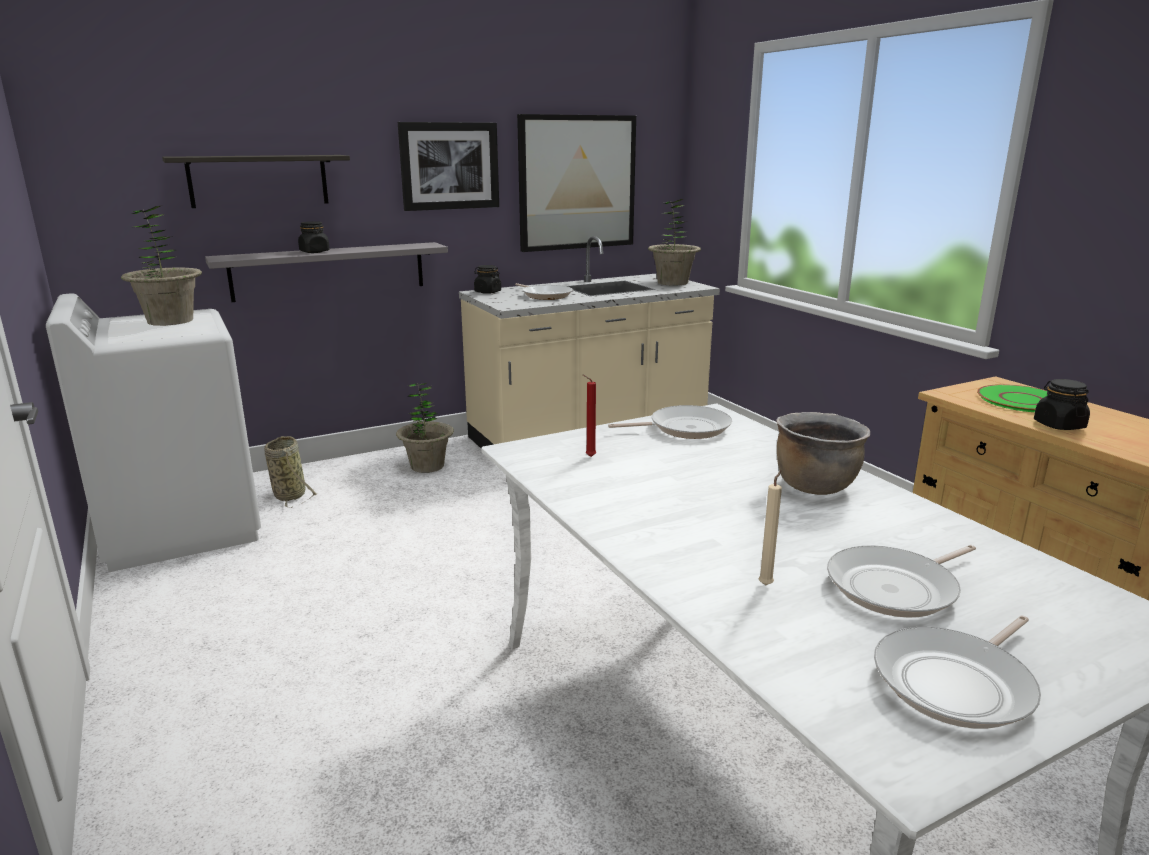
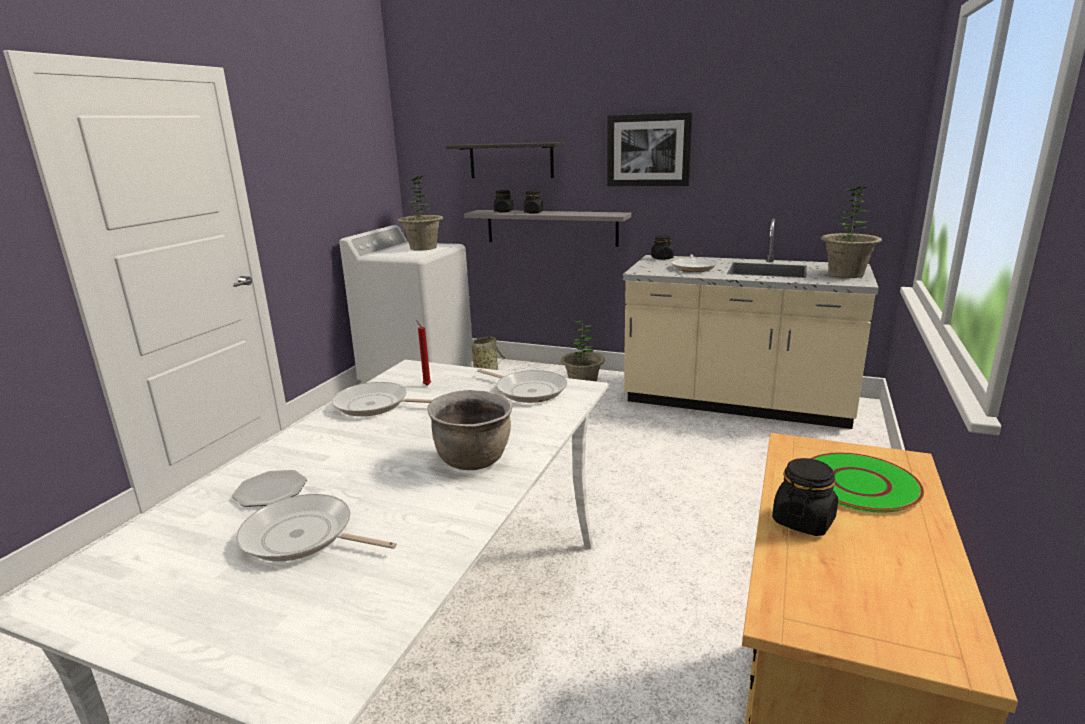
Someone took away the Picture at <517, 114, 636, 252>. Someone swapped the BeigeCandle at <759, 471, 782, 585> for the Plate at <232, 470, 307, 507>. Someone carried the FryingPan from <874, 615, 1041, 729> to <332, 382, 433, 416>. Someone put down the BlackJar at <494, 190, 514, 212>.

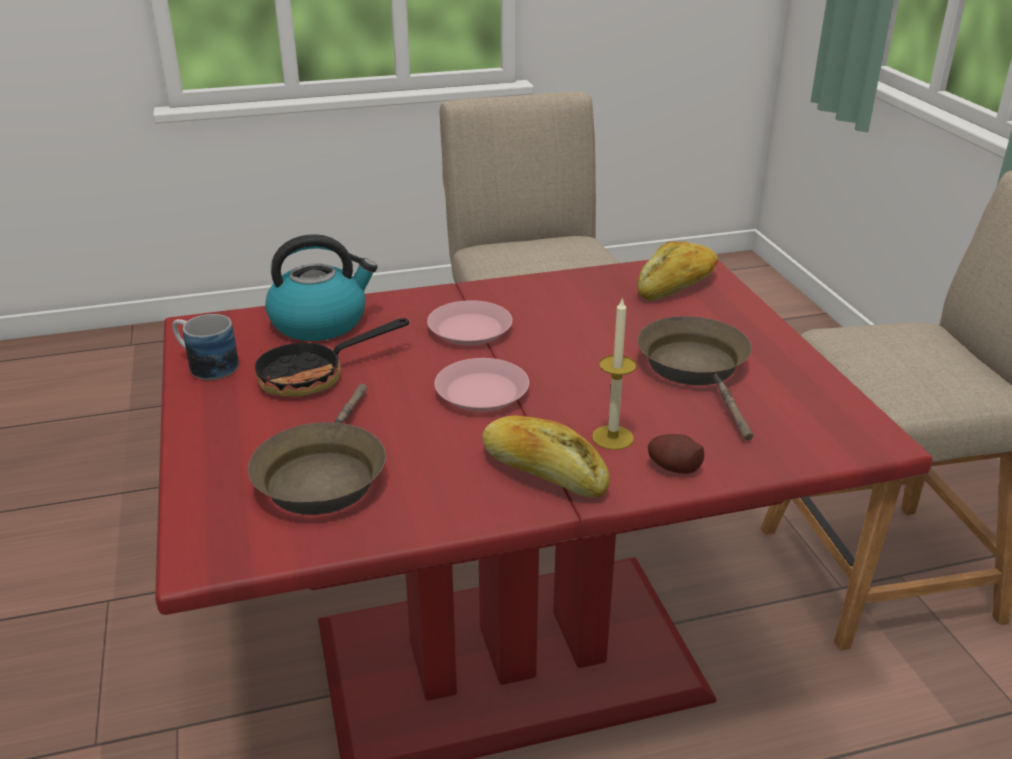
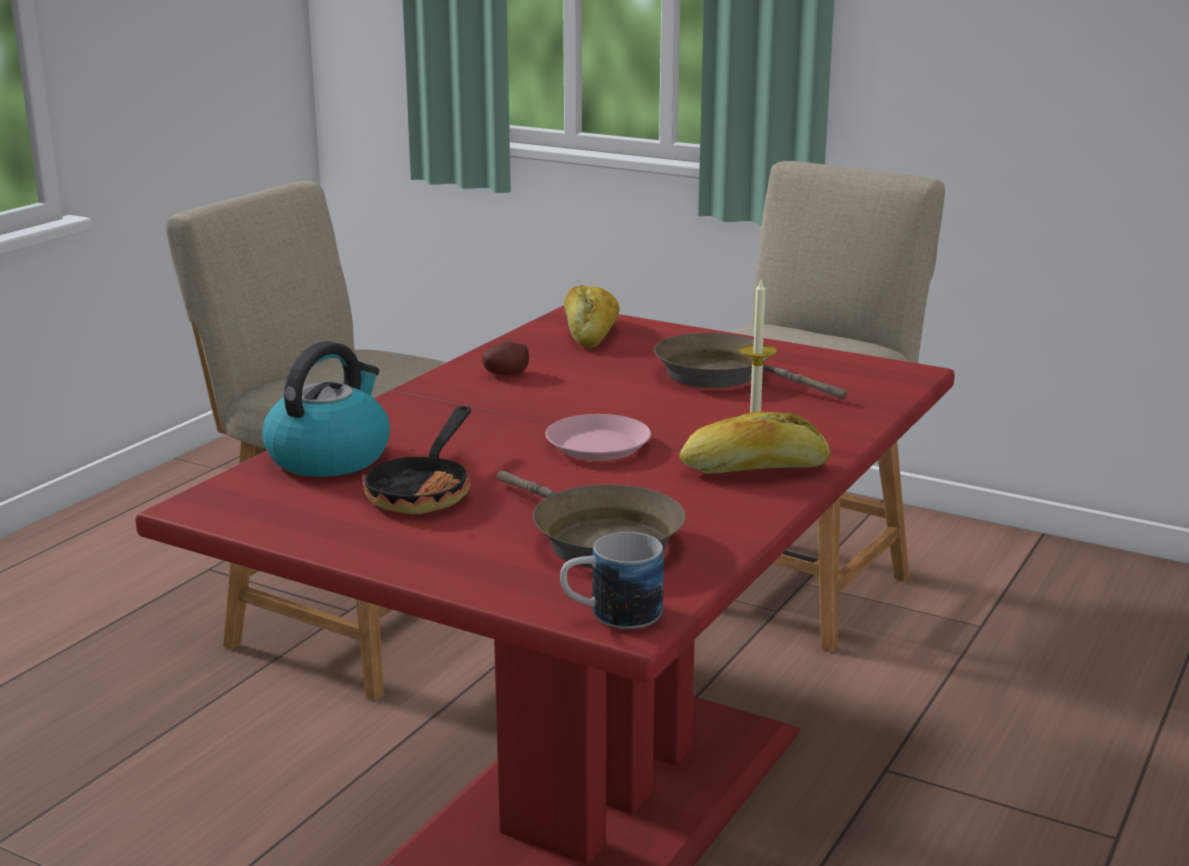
Someone carried the Mug from <172, 314, 239, 380> to <560, 532, 664, 629>. Someone took away the PinkPlate at <427, 300, 513, 345>. Someone carried the Potato from <648, 434, 704, 474> to <482, 341, 529, 375>.

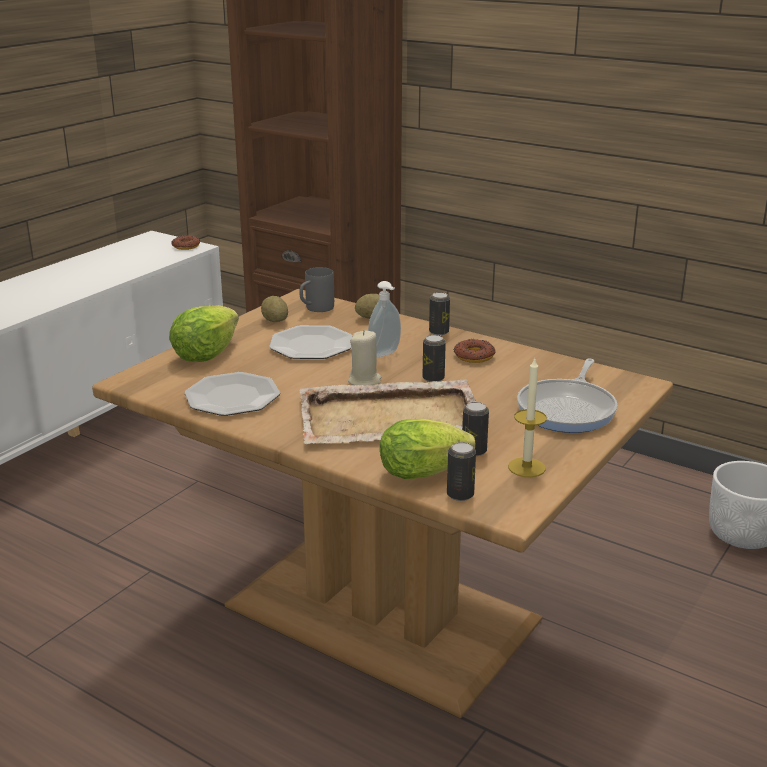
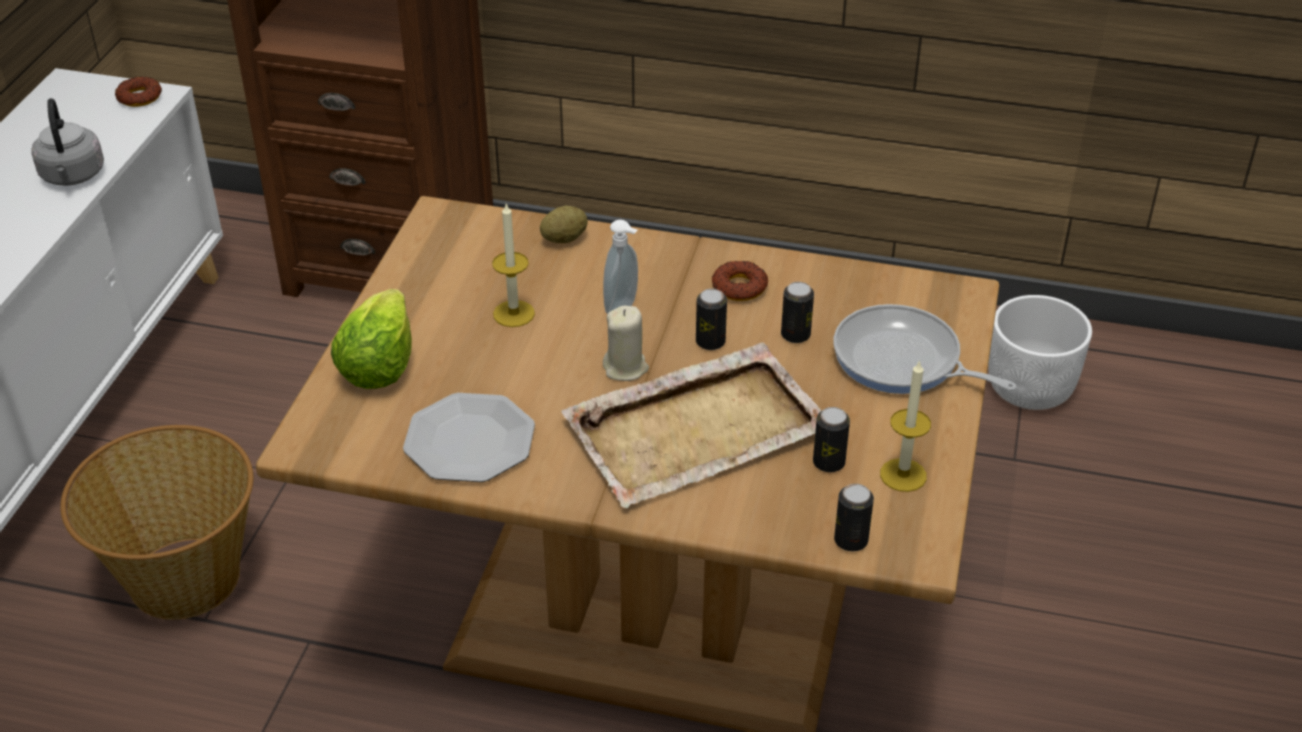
Someone took away the Potato at <261, 296, 288, 322>. Someone swapped the Plate at <269, 325, 353, 359> for the Candle at <492, 204, 535, 327>. Someone took away the GreyMug at <299, 267, 334, 312>. Someone took away the Lettuce at <380, 419, 475, 479>. Someone carried the Can from <429, 292, 450, 335> to <781, 282, 814, 343>. Someone rotated the FryingPan at <517, 359, 617, 433> by 120 degrees clockwise. Someone put down the GreyKettle at <31, 98, 104, 186>. Someone put down the Basket at <60, 425, 253, 620>.

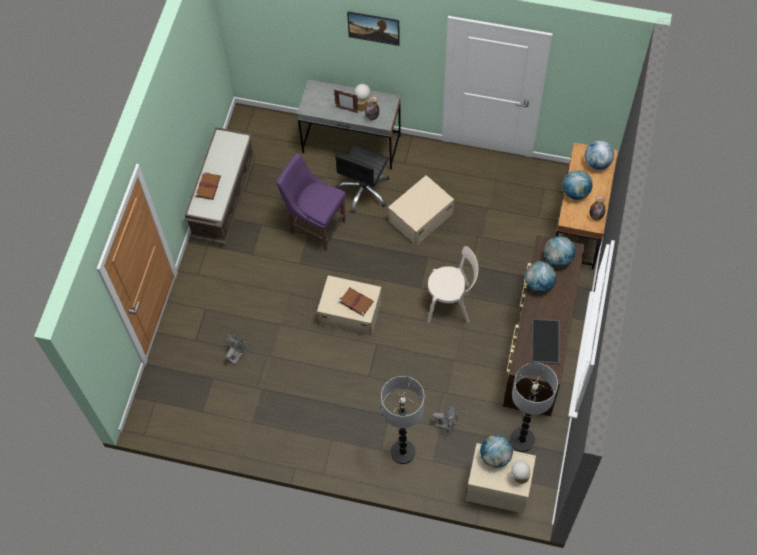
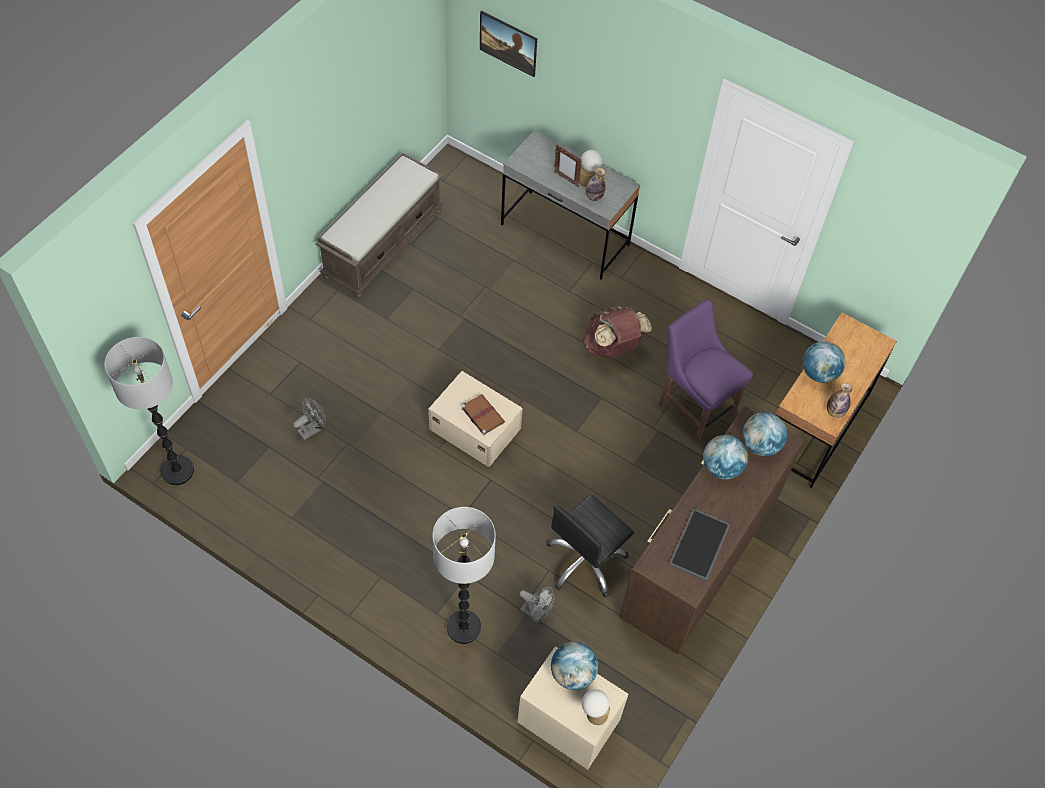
Someone took away the BrownBook at <195, 172, 221, 200>. Someone carried the PurpleChair from <276, 153, 346, 251> to <658, 300, 753, 444>. Someone carried the BlackOfficeChair from <335, 145, 389, 213> to <546, 494, 634, 597>. Someone carried the Picture from <347, 11, 400, 46> to <480, 11, 537, 77>. Someone swapped the BeigeStorageBox at <388, 175, 454, 246> for the BrownBackpack at <583, 306, 652, 358>. Someone took away the BeigeChair at <427, 246, 478, 323>. Someone carried the FloorLamp from <510, 363, 558, 452> to <104, 337, 194, 485>. Someone took away the Globe at <585, 141, 614, 170>.

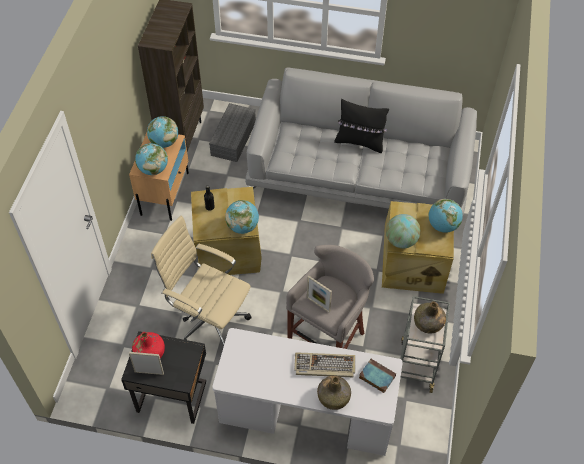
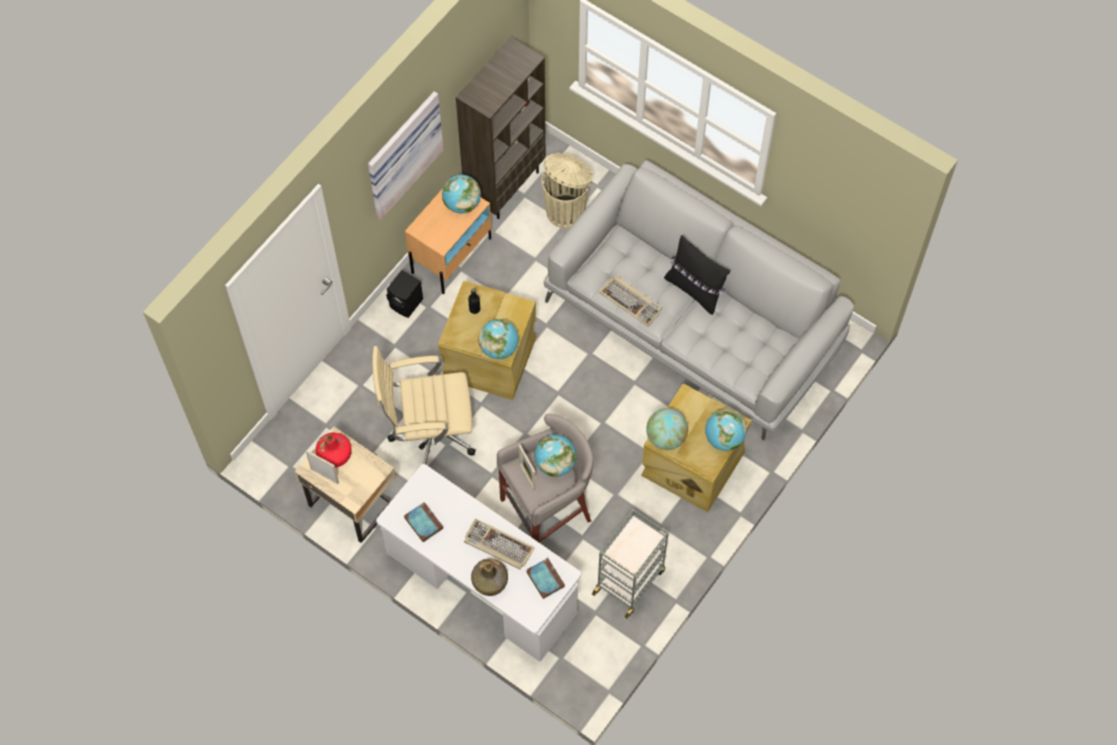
Someone repainted the BlackNightstand at <121, 331, 206, 424>, which became the BeigeNightstand at <295, 426, 396, 543>. Someone carried the Globe from <135, 143, 168, 175> to <534, 435, 577, 477>. Someone rotated the BeigeOfficeChair at <151, 216, 252, 346> by 60 degrees counterclockwise. Someone swapped the GreyStorageBox at <209, 103, 256, 162> for the BeigeTrashCan at <542, 153, 593, 228>. Someone took away the GreenBottle at <414, 301, 446, 333>. Someone put up the Picture at <368, 91, 444, 220>. Someone put down the BlackSpeaker at <386, 270, 423, 318>. Someone put down the Book at <404, 502, 443, 542>. Someone put down the Keyboard at <599, 275, 662, 327>.

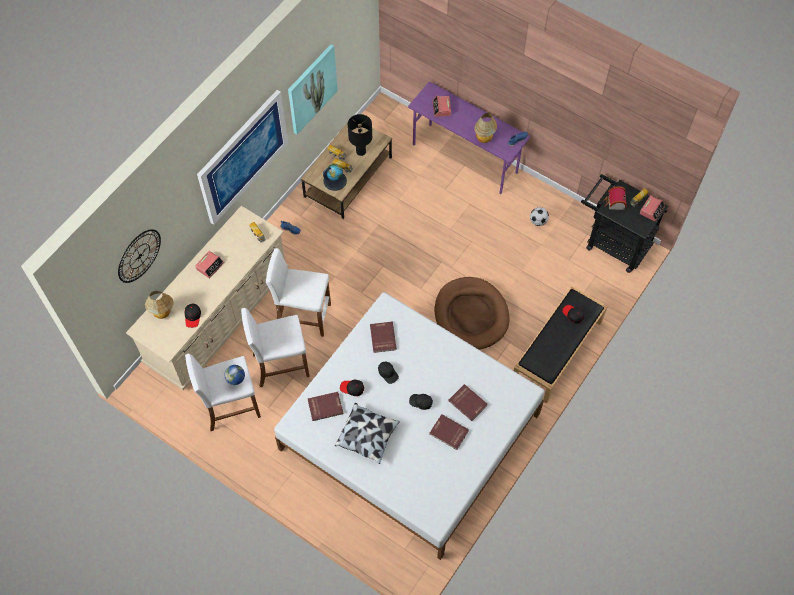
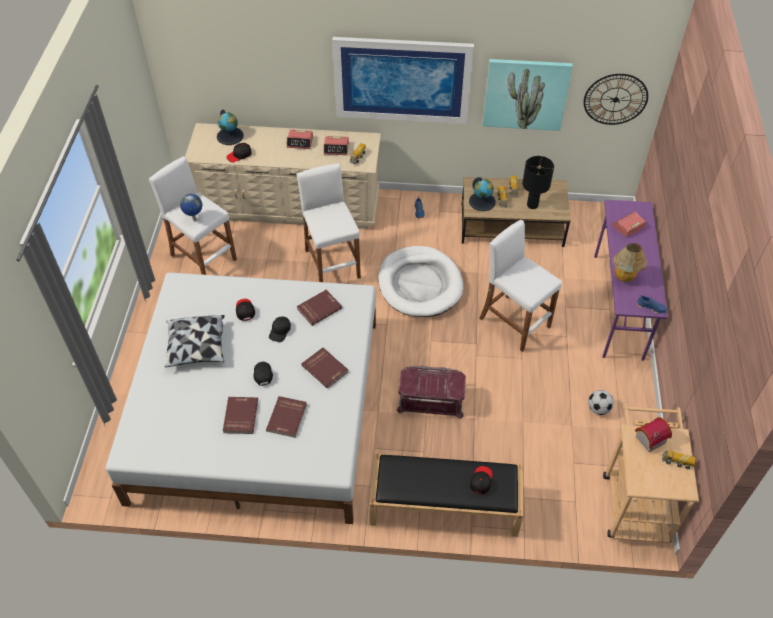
Someone carried the WallClock from <118, 229, 161, 283> to <584, 74, 648, 125>. Someone swapped the TableLamp at <145, 291, 174, 319> for the Globe at <217, 109, 244, 145>. Someone carried the WhiteStool from <241, 308, 310, 387> to <479, 220, 562, 352>. Someone carried the RedBook from <308, 392, 344, 421> to <301, 347, 348, 389>. Someone swapped the BrownDogBed at <434, 277, 510, 350> for the RedStorageBox at <397, 366, 466, 419>. Someone repainted the BlackCart at <581, 174, 668, 273>, which became the BeigeCart at <603, 404, 699, 543>. Someone carried the AlarmClock from <640, 195, 665, 222> to <324, 136, 349, 155>. Someone put down the WhiteDogBed at <378, 246, 463, 317>.

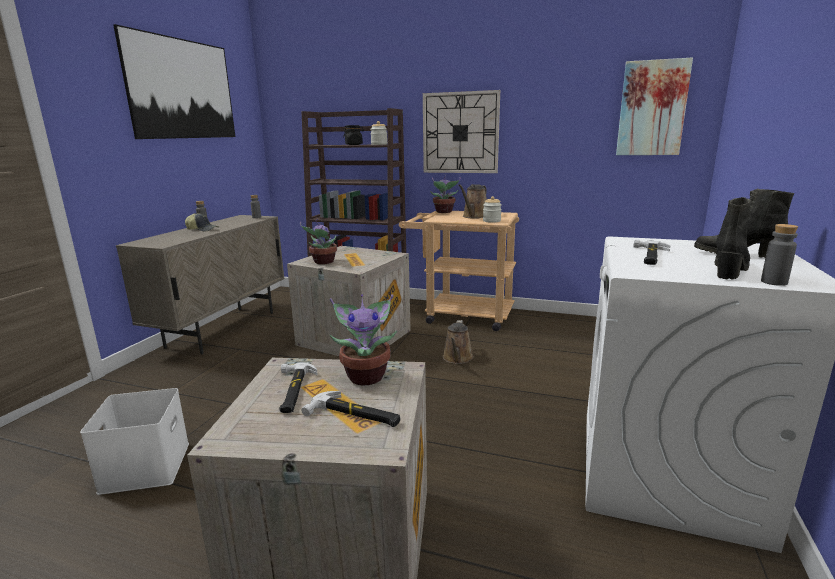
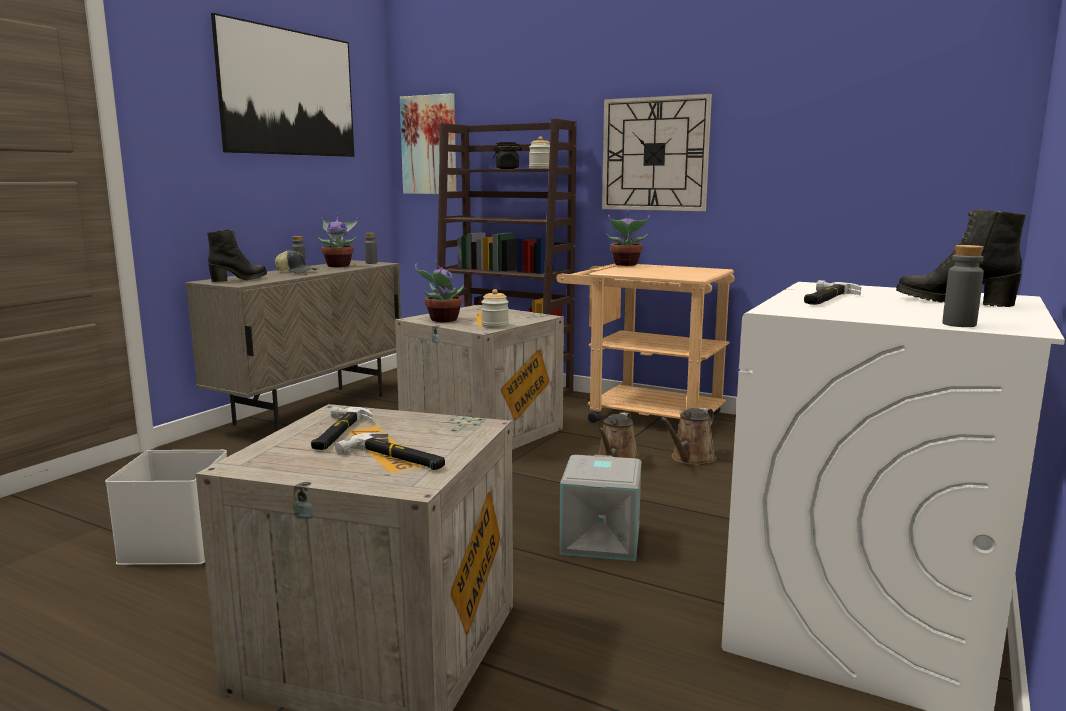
Someone carried the PottedPlant from <330, 294, 397, 386> to <317, 213, 359, 267>. Someone carried the BrownWateringCan from <458, 184, 487, 219> to <661, 408, 716, 465>. Someone carried the Jar from <483, 196, 502, 223> to <481, 289, 509, 328>. Someone carried the Picture from <616, 57, 693, 155> to <400, 93, 456, 194>. Someone carried the BlackBoot from <715, 197, 751, 279> to <207, 230, 267, 282>. Someone put down the GreyStorageBox at <559, 455, 641, 561>.

